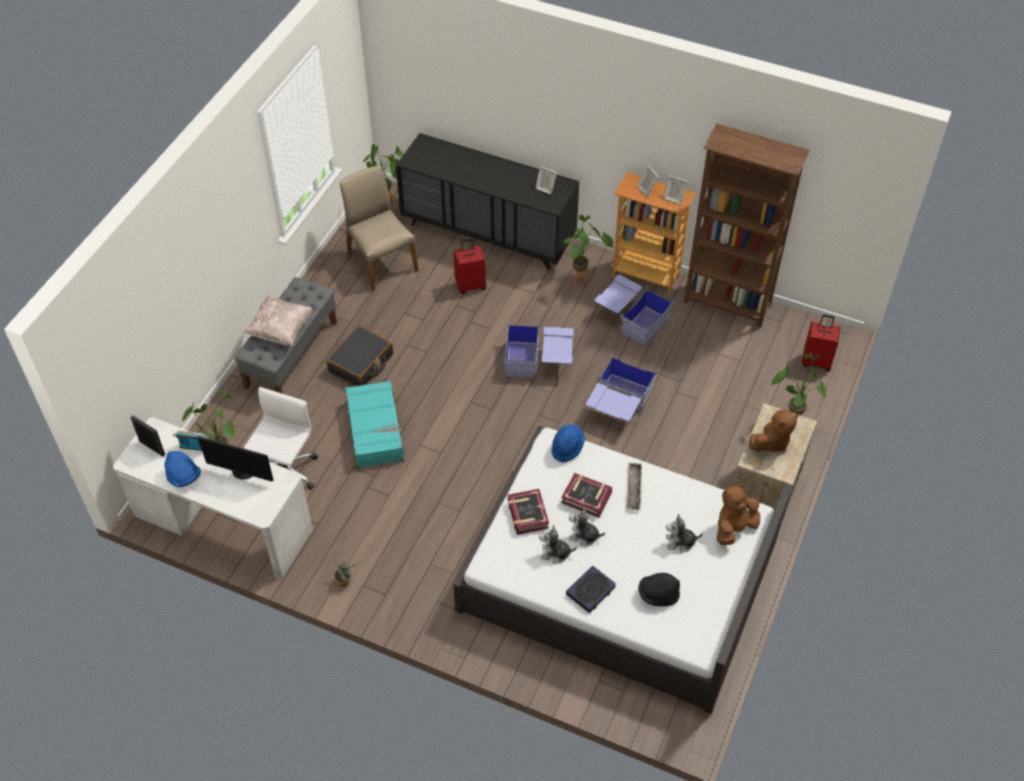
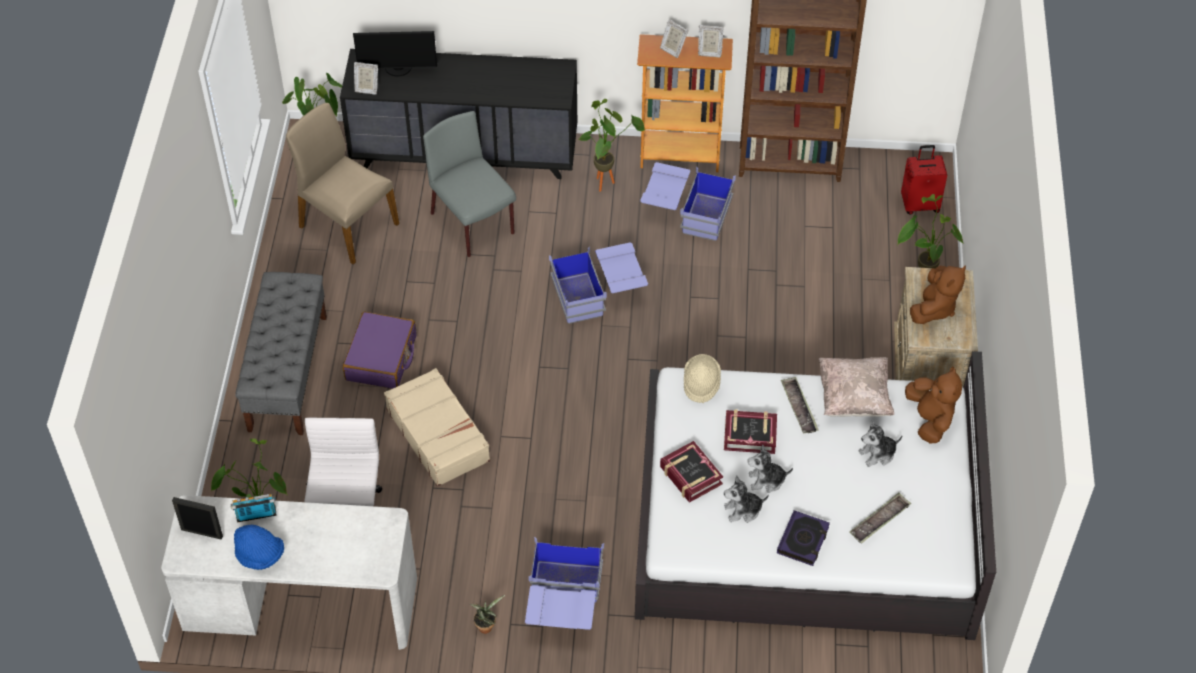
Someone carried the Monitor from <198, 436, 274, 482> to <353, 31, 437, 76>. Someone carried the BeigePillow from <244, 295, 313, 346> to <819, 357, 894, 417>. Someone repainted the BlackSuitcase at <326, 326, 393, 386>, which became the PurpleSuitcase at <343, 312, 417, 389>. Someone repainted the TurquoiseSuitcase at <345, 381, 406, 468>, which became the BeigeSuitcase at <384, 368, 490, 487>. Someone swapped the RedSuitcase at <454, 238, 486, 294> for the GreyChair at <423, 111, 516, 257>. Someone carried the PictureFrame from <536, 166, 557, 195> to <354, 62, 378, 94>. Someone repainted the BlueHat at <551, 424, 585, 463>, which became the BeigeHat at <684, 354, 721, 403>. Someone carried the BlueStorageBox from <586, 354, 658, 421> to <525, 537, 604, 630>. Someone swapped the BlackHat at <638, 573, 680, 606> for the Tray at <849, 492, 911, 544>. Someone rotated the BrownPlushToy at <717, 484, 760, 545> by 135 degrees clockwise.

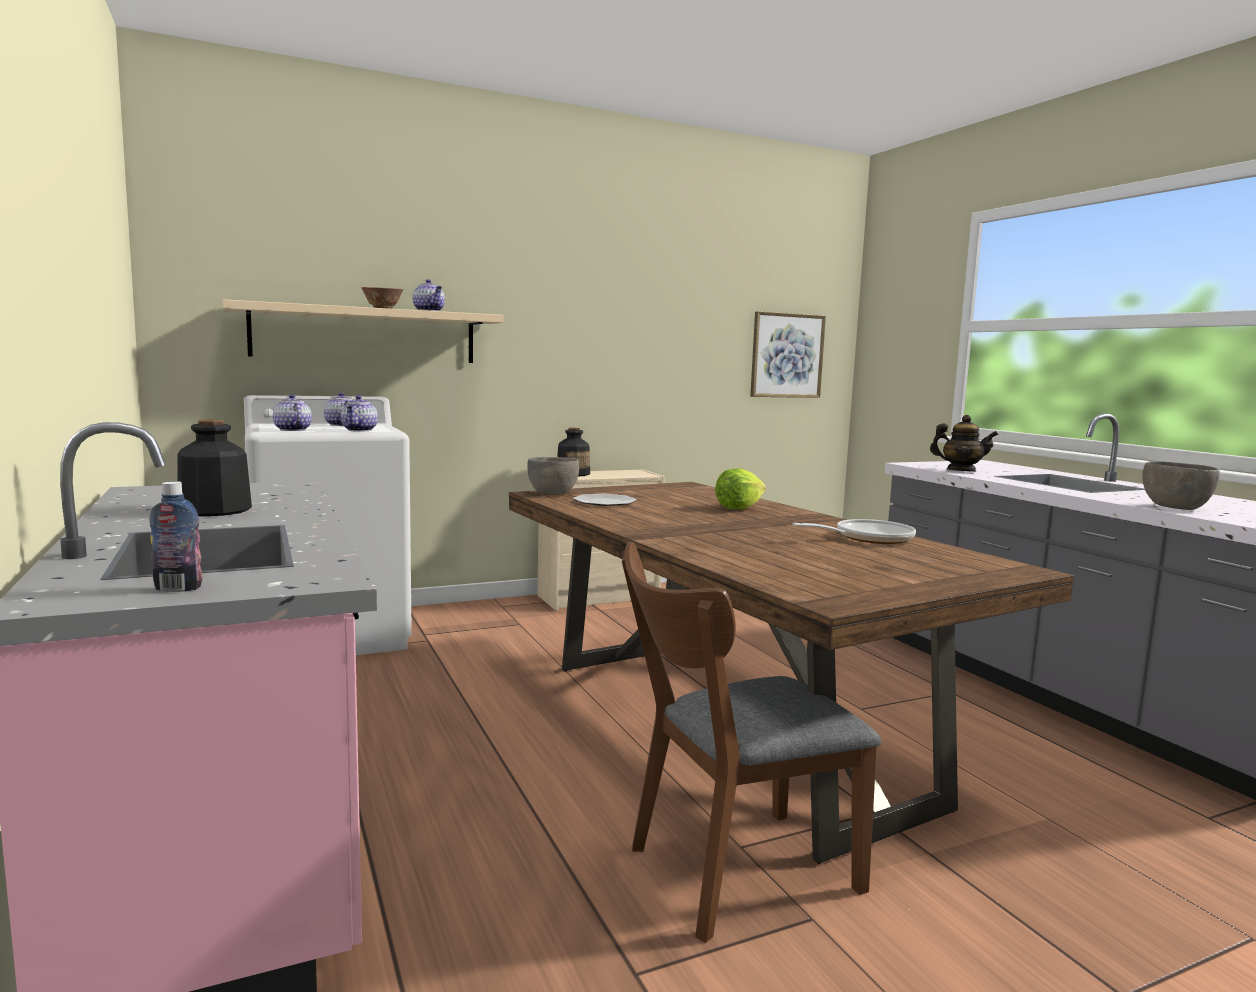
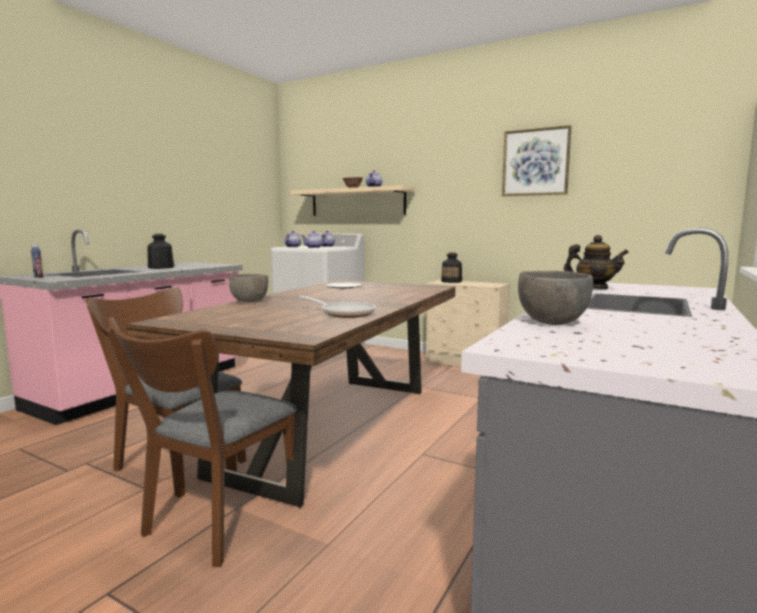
Someone carried the GreyBowl from <527, 457, 579, 495> to <229, 274, 268, 302>. Someone took away the Lettuce at <715, 468, 766, 509>. Someone carried the Picture from <750, 311, 826, 398> to <502, 125, 572, 196>. Someone rotated the Teapot at <930, 415, 998, 472> by 60 degrees counterclockwise. Someone put down the BrownChair at <106, 317, 297, 567>.

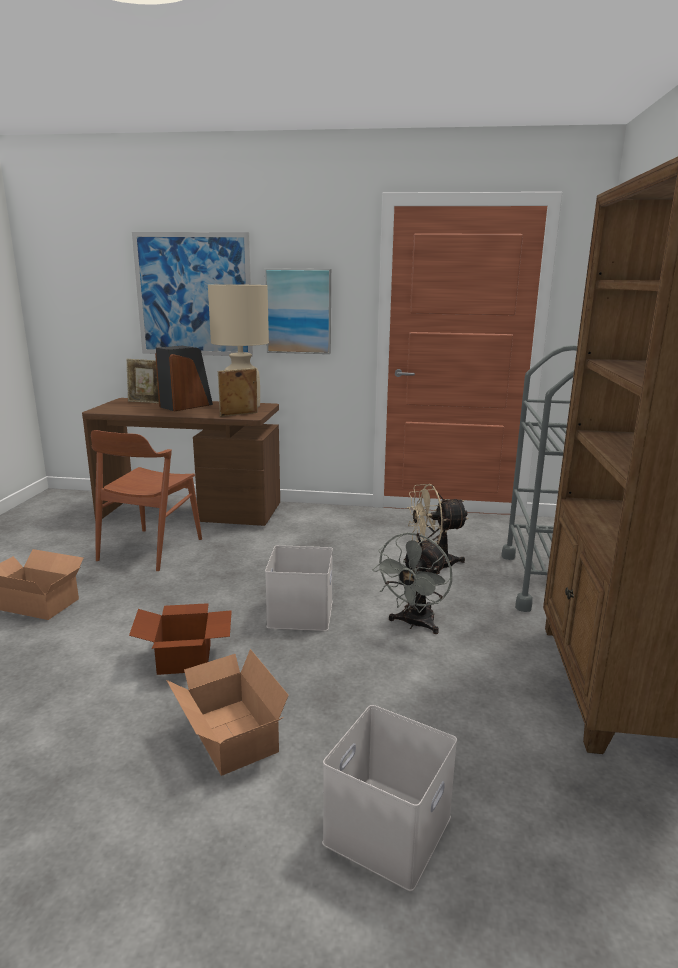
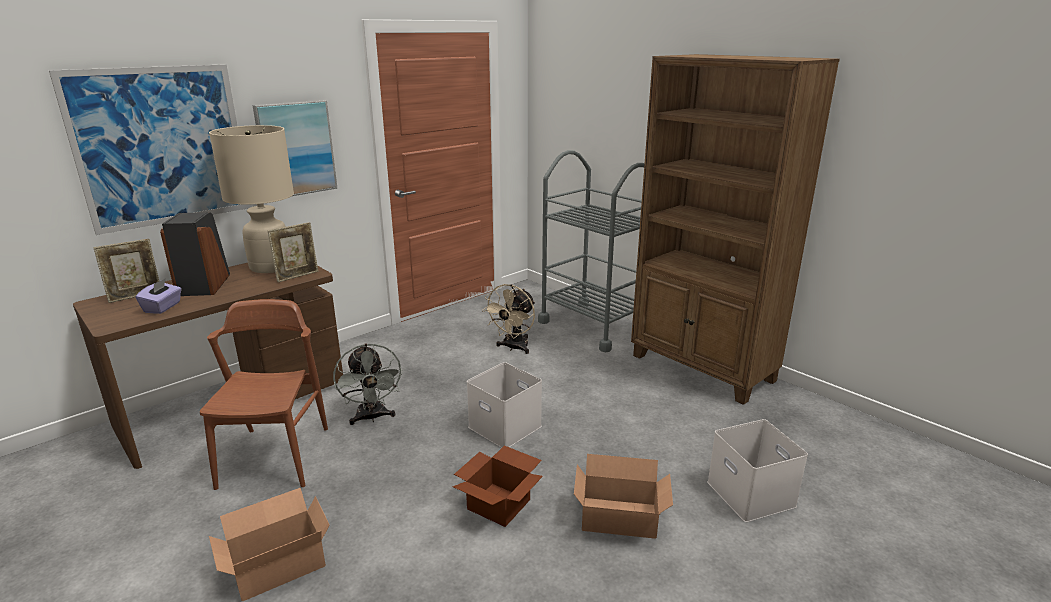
Someone rotated the BrownChair at <91, 430, 202, 571> by 150 degrees counterclockwise. Someone rotated the PictureFrame at <218, 368, 257, 417> by 150 degrees counterclockwise. Someone carried the GreyFan from <373, 532, 452, 634> to <333, 343, 403, 425>. Someone put down the PurpleTissueBox at <136, 278, 182, 314>.

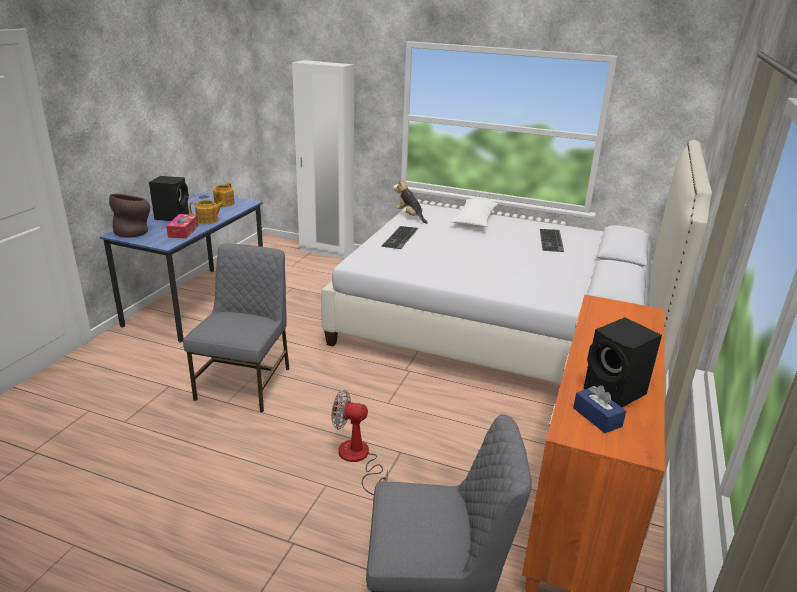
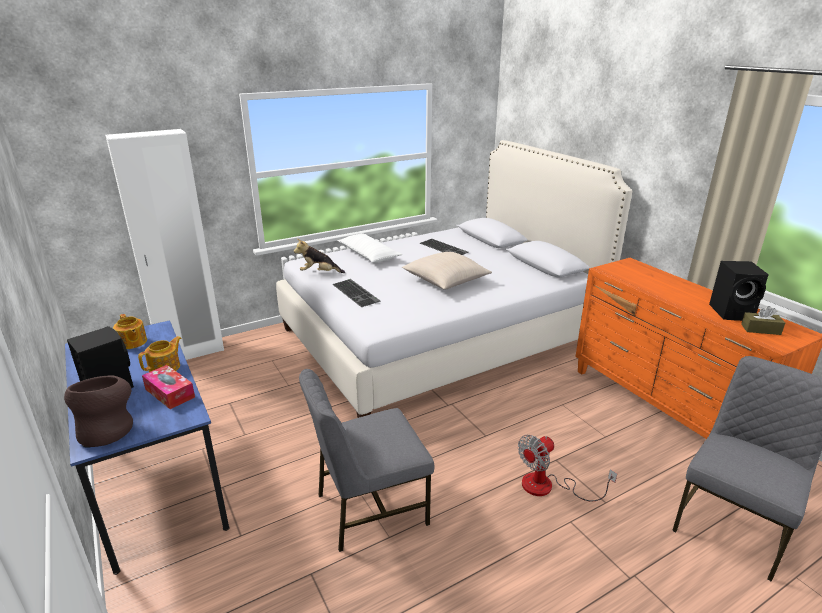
Someone rotated the GreyChair at <183, 243, 290, 413> by 75 degrees counterclockwise. Someone repainted the BlueTissueBox at <573, 385, 626, 433>, which became the BrownTissueBox at <741, 306, 785, 335>. Someone put down the BeigePillow at <402, 252, 492, 290>.

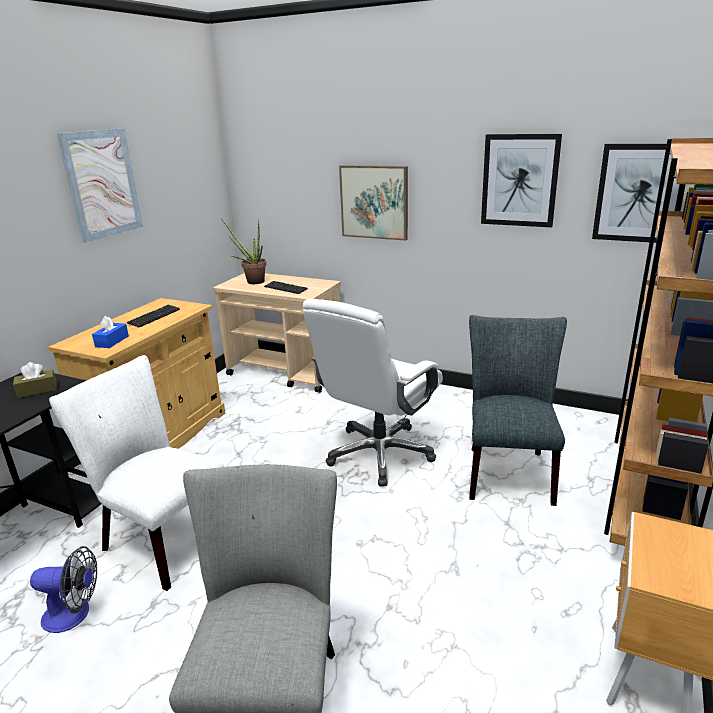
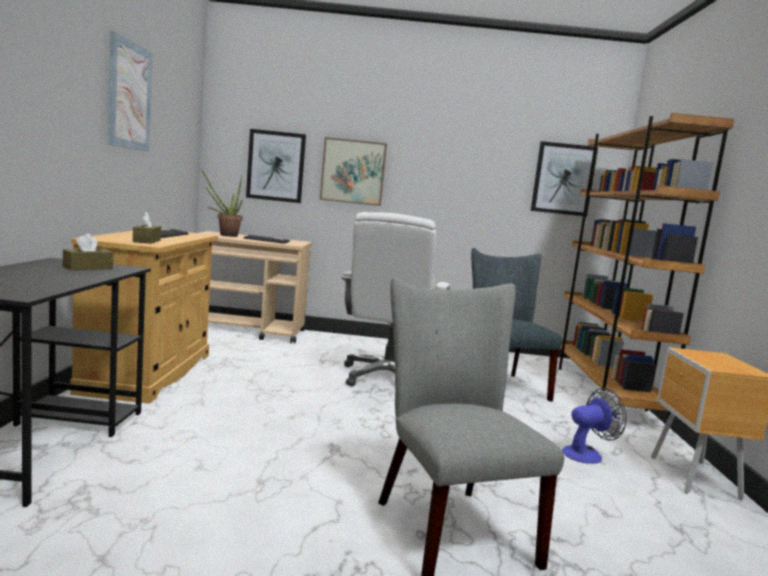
Someone carried the Fan from <30, 546, 97, 633> to <562, 388, 627, 464>. Someone took away the WhiteChair at <49, 355, 224, 591>. Someone repainted the BlueTissueBox at <92, 316, 129, 348>, which became the BrownTissueBox at <133, 212, 161, 244>. Someone carried the Picture from <481, 134, 562, 228> to <246, 129, 306, 203>.

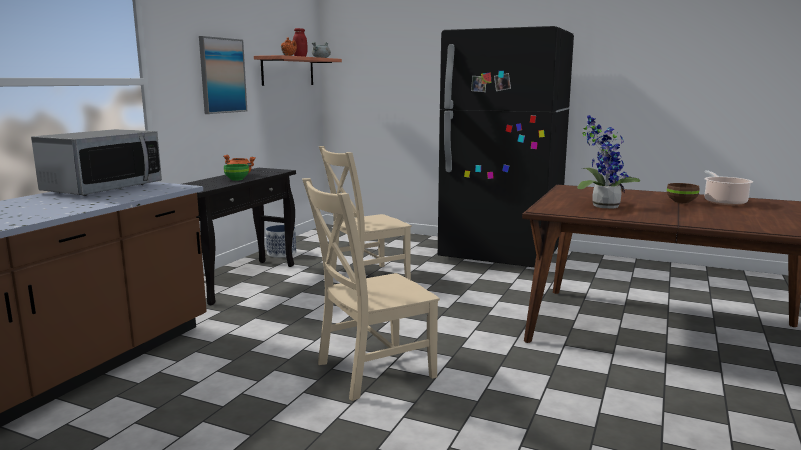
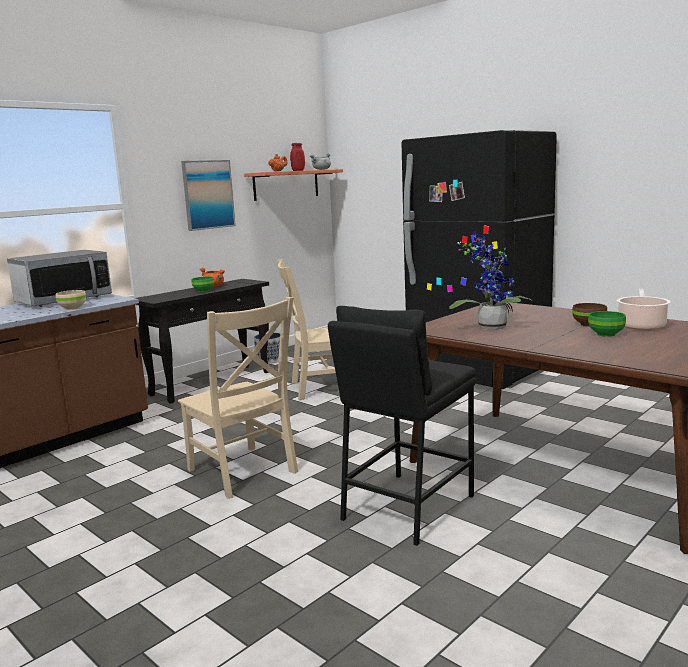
Someone rotated the BeigeChair at <302, 178, 440, 401> by 120 degrees counterclockwise. Someone put down the BeigeBowl at <55, 290, 86, 310>. Someone put down the BlackStool at <328, 306, 476, 546>. Someone put down the GreenBowl at <588, 311, 626, 337>.

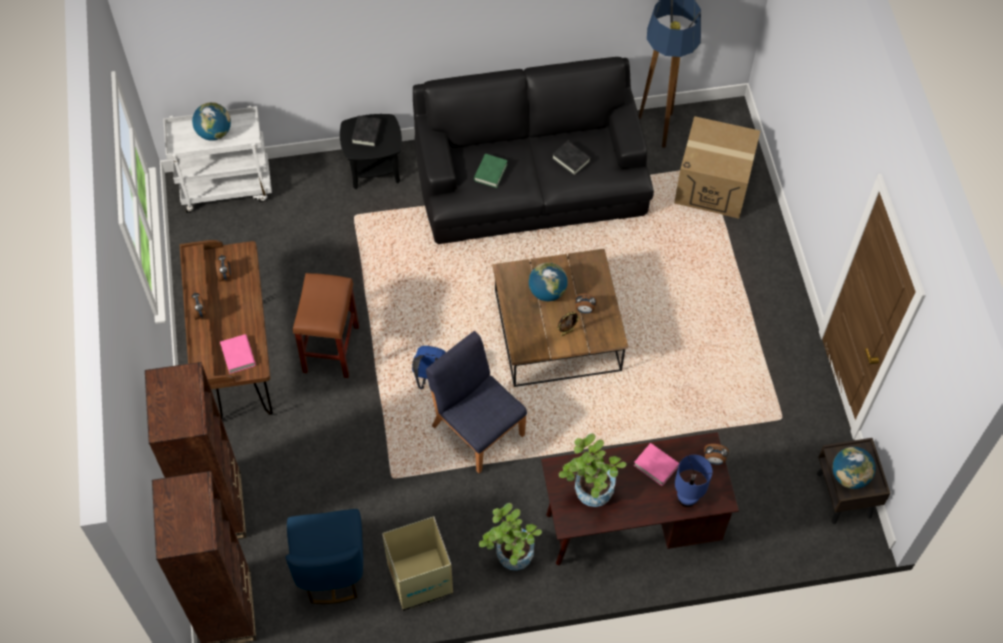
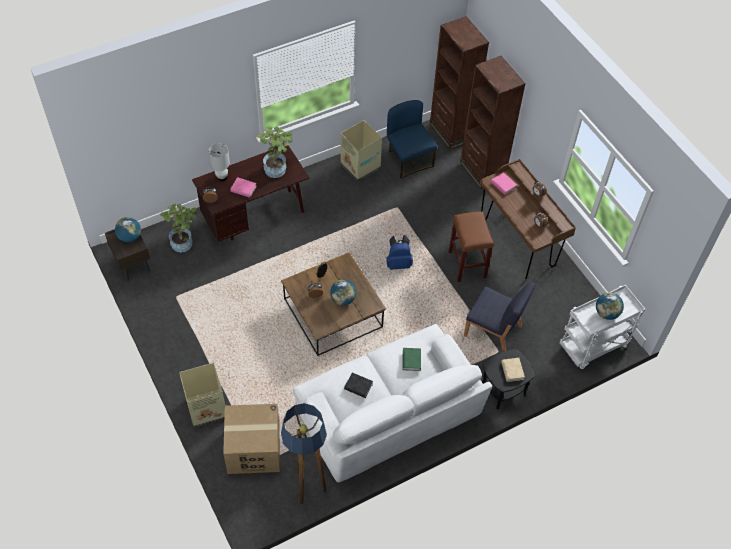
Someone repainted the BlackBook at <351, 116, 382, 147>, which became the BeigeBook at <501, 358, 525, 382>. Someone repainted the BlackSofa at <413, 57, 654, 244>, which became the WhiteSofa at <293, 324, 492, 482>. Someone carried the BlueChair from <426, 331, 527, 473> to <464, 282, 536, 352>. Someone carried the PottedPlant from <479, 503, 542, 570> to <160, 204, 196, 252>. Someone repainted the BlueTableLamp at <675, 455, 713, 507>, which became the WhiteTableLamp at <209, 143, 230, 181>. Someone put down the CardboardBox at <179, 363, 225, 427>.

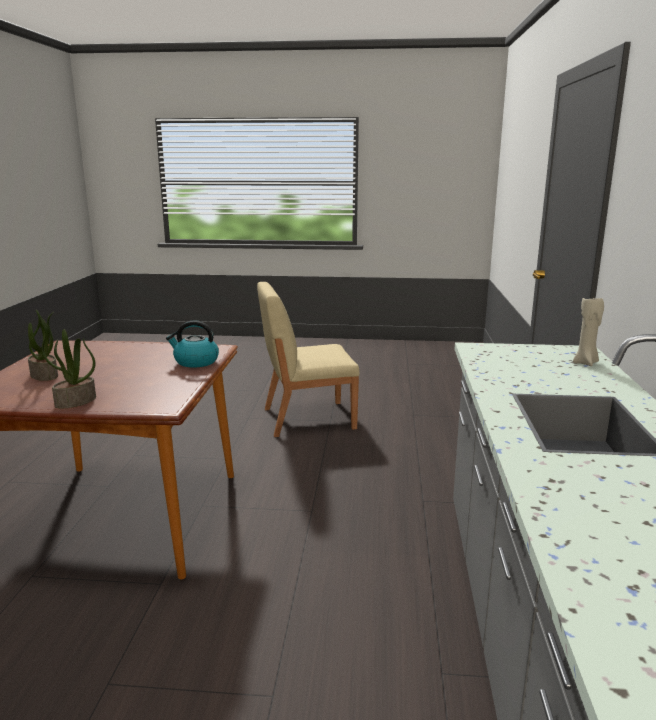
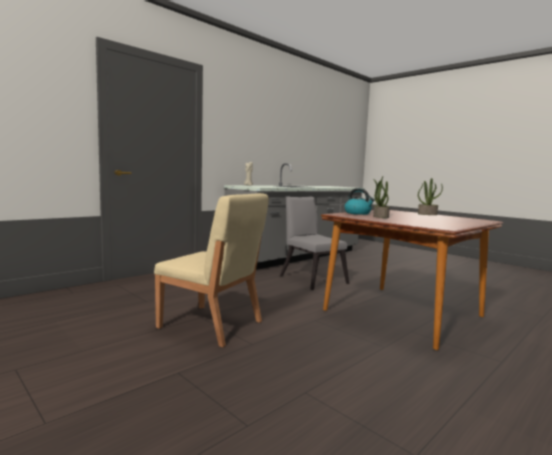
Someone carried the PottedPlant from <28, 310, 58, 381> to <373, 177, 390, 218>. Someone put down the GreyChair at <280, 196, 349, 290>.

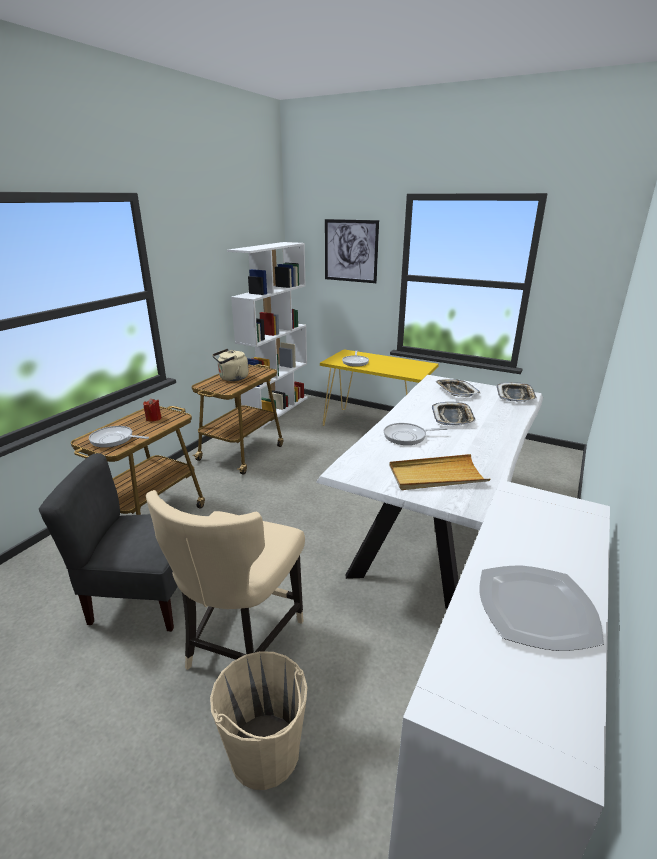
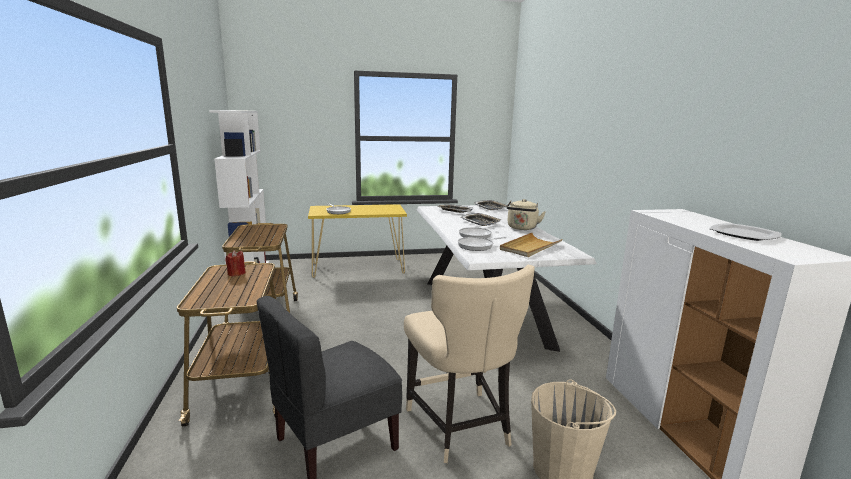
Someone carried the FryingPan from <89, 426, 149, 448> to <458, 237, 506, 251>. Someone carried the BeigeKettle from <212, 349, 249, 381> to <507, 199, 545, 230>. Someone took away the Picture at <325, 219, 379, 283>.

